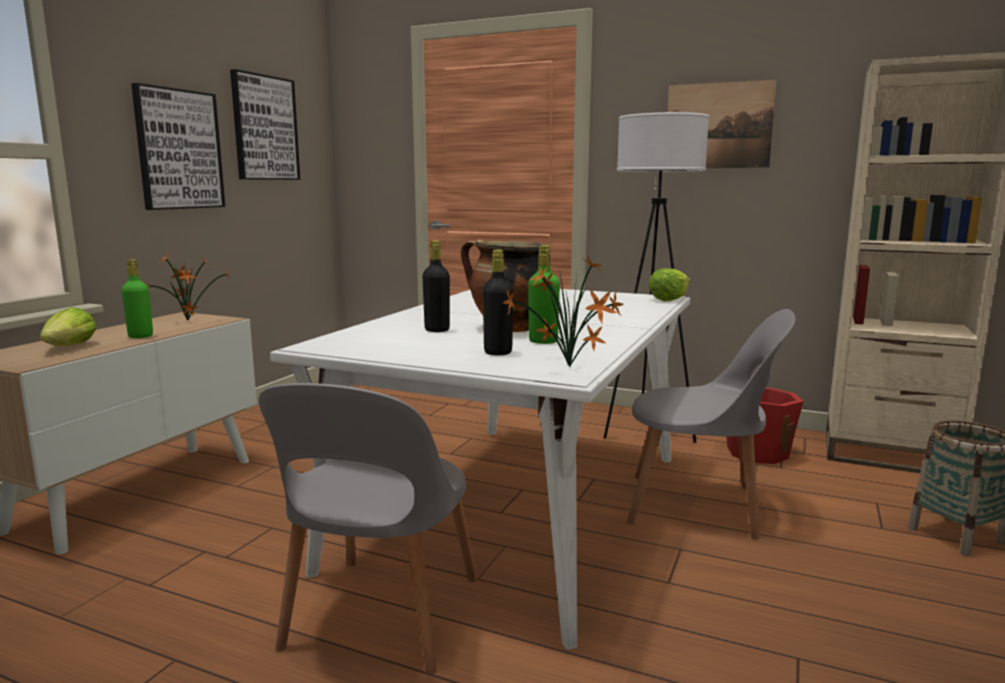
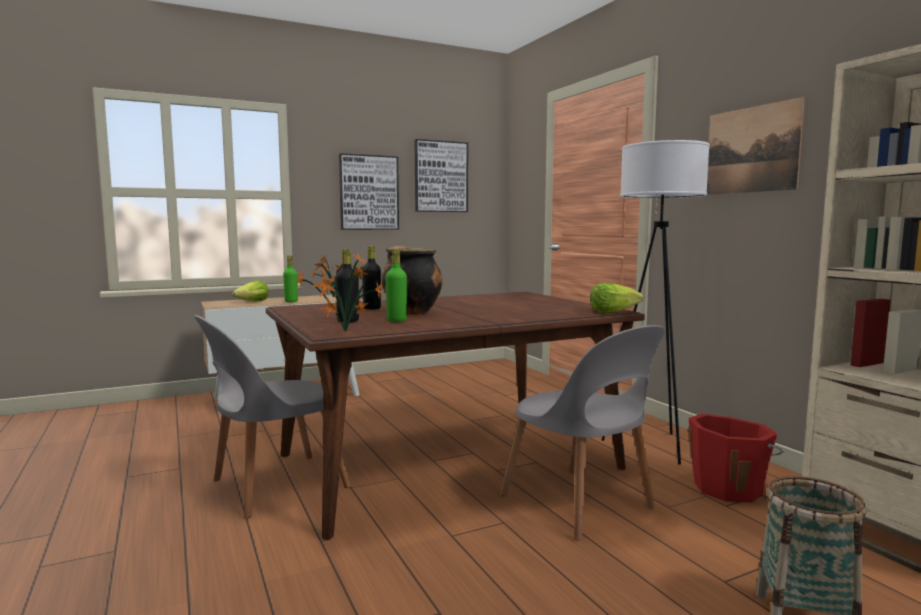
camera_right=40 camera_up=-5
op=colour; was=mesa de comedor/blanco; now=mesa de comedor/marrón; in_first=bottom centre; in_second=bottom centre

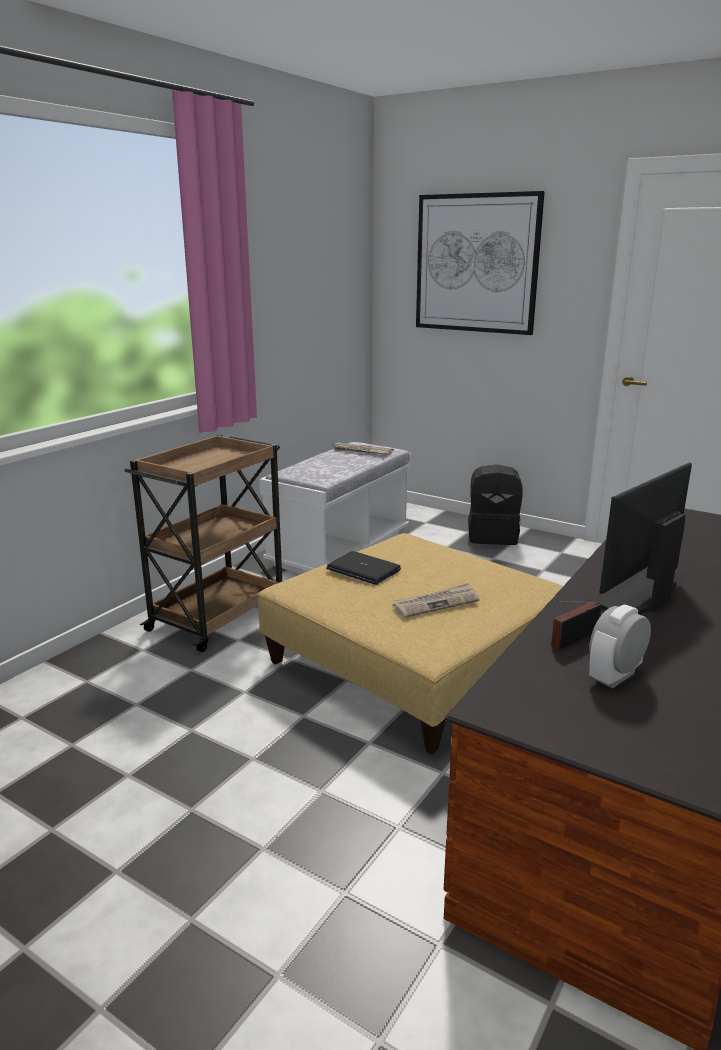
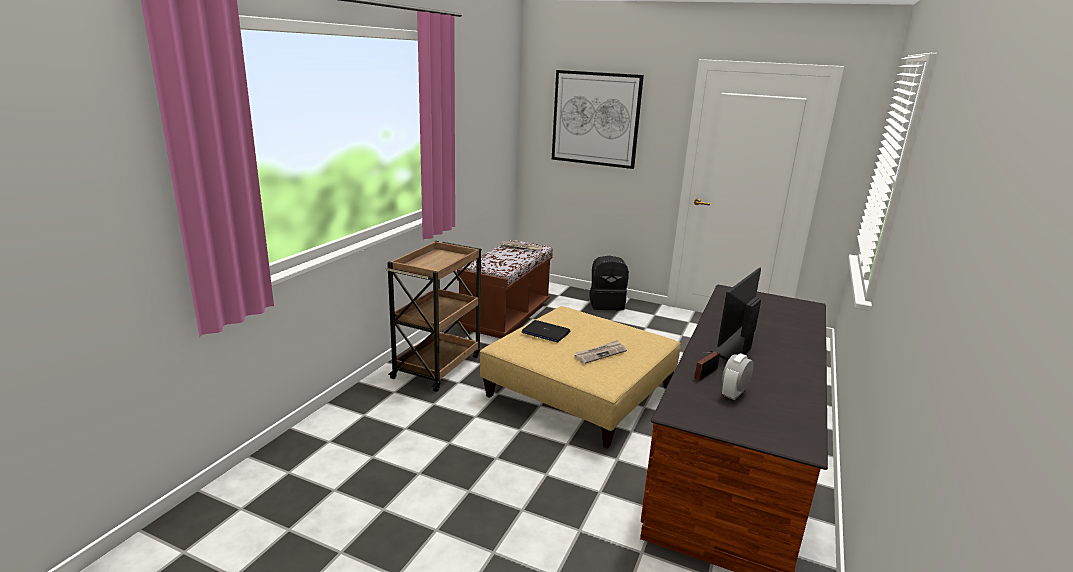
camera_right=-10 camera_up=0
op=colour; was=banco/blanco; now=banco/marrón; in_first=centre; in_second=centre

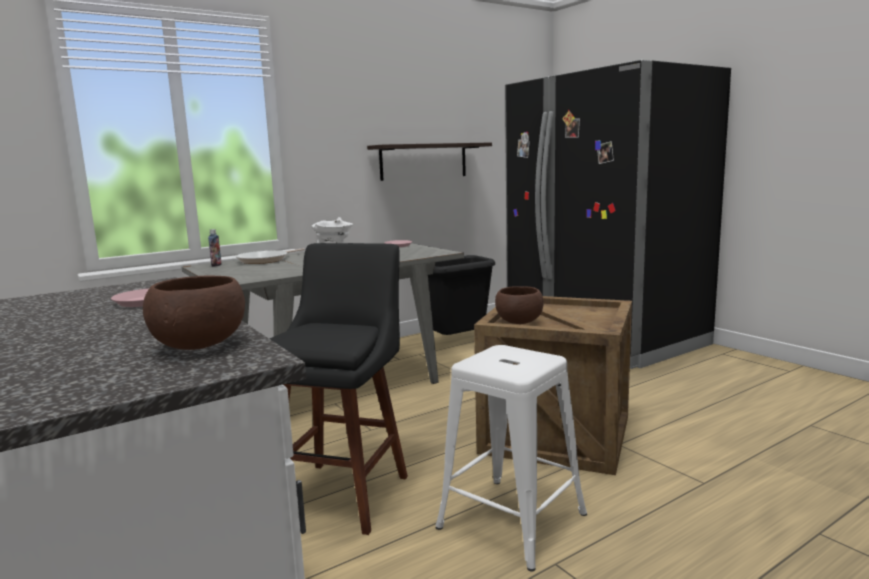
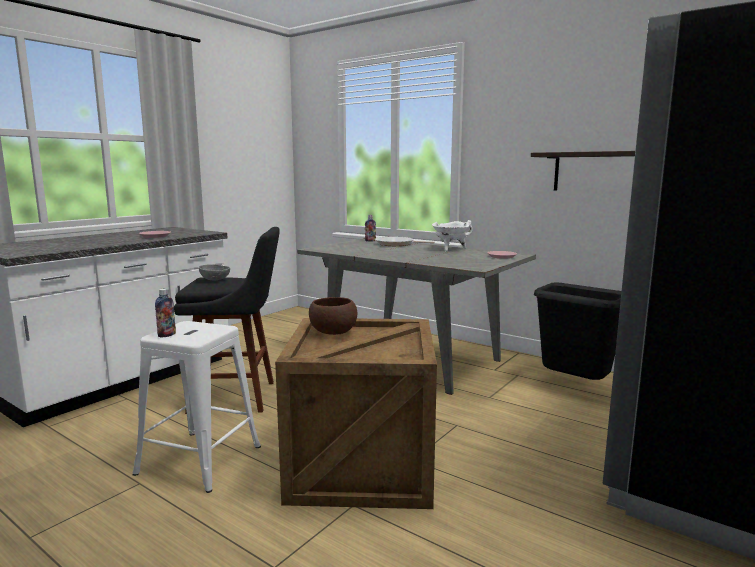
camera_right=70 camera_up=0
op=missing; was=cuenco/marrón (no. 1 from left); in_first=middle left
op=appeared; now=botella (no. 1 from left); in_second=middle left
op=appeared; now=cuenco/gris; in_second=middle left

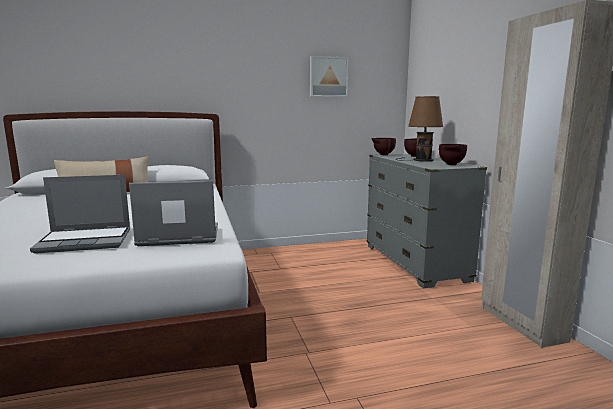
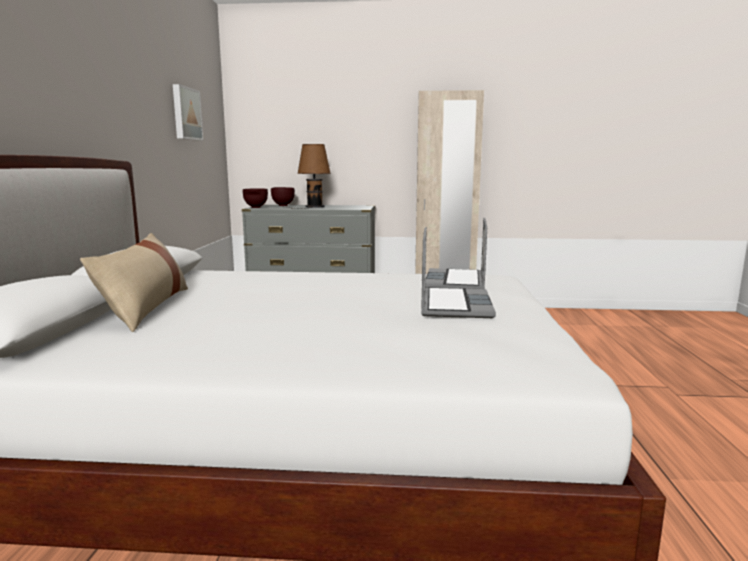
camera_right=-70 camera_up=0
op=missing; was=cuenco/marrón (no. 3 from left); in_first=middle right

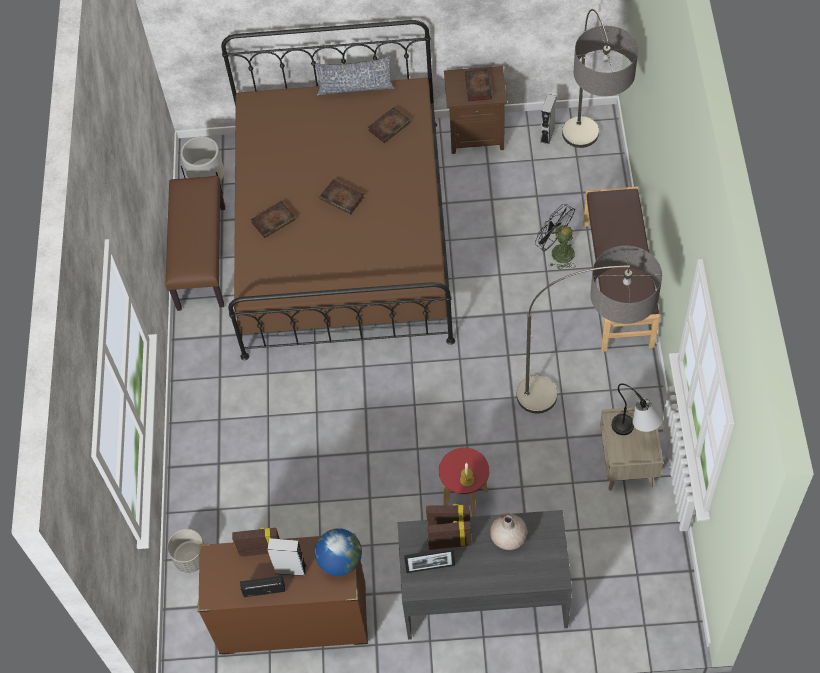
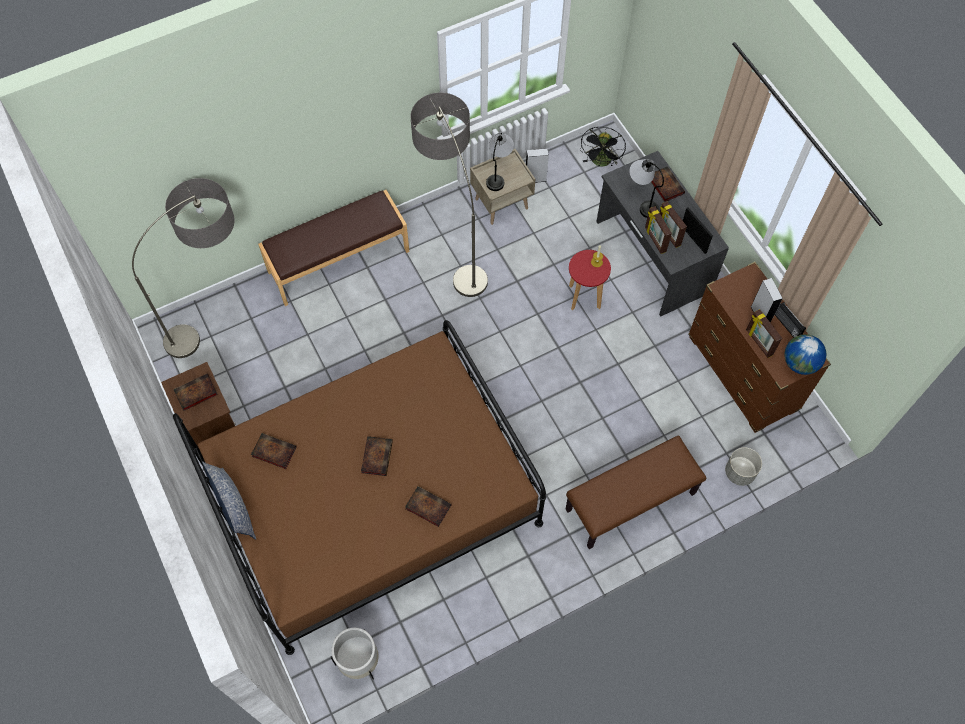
camera_right=-120 camera_up=5
op=relocated; was=banco/marrón (no. 1 from left in the first image); now=banco/marrón (no. 2 from left); in_first=middle left; in_second=bottom centre
op=relocated; was=globo terráqueo; in_first=bottom centre; in_second=middle right
op=exchanged; was=florero/beis; now=lámpara de mesa (no. 2 from left); in_first=bottom centre; in_second=top right
op=relocated; was=ventilador/negro; in_first=middle right; in_second=top centre
op=relocated; was=altavoz/gris (no. 2 from left in the first image); now=altavoz/gris (no. 1 from left); in_first=top right; in_second=top centre
op=appeared; now=libro (no. 5 from left); in_second=top right

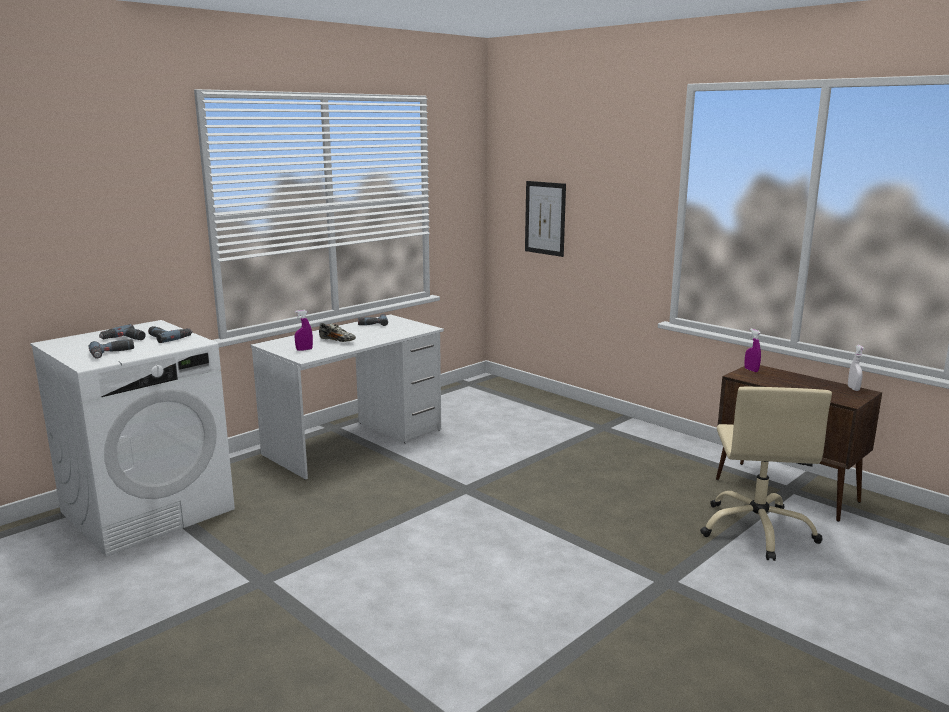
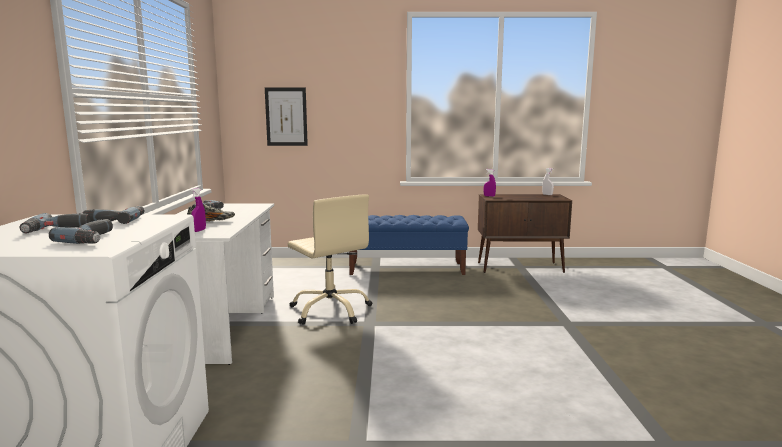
camera_right=-45 camera_up=-5
op=relocated; was=silla de oficina/beis; in_first=middle right; in_second=centre
op=appeared; now=banco/azul; in_second=centre

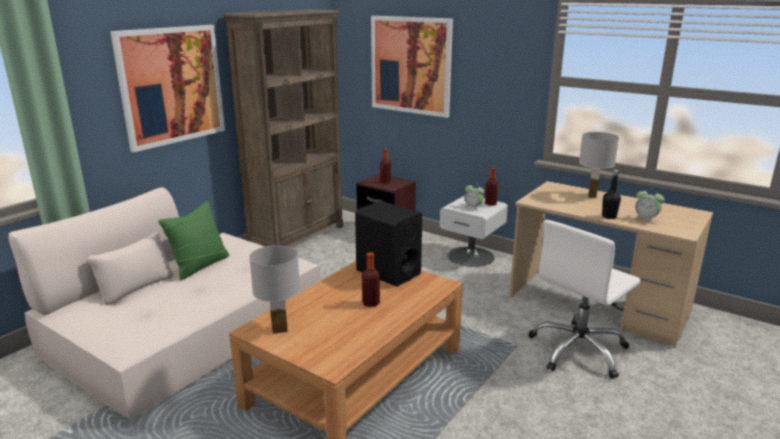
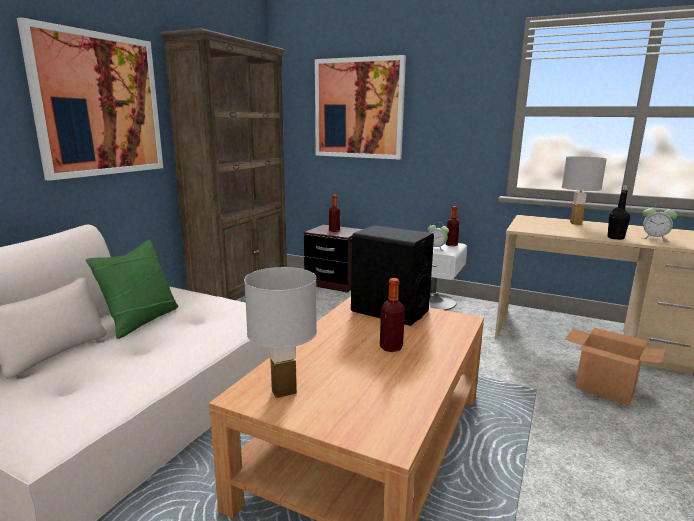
camera_right=-10 camera_up=-5
op=exchanged; was=silla de oficina/blanco; now=caja de cartón; in_first=bottom right; in_second=bottom right

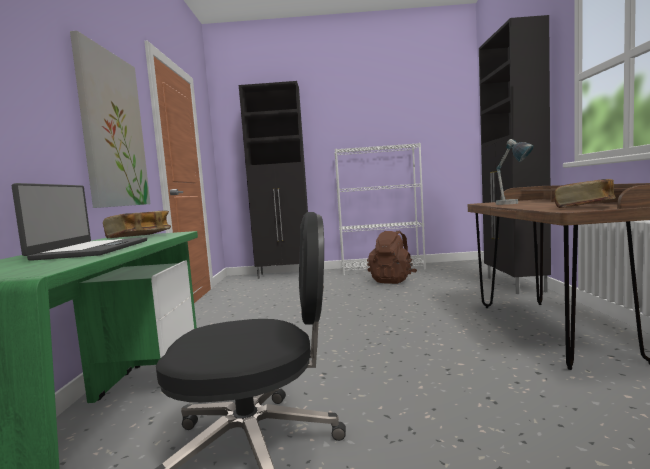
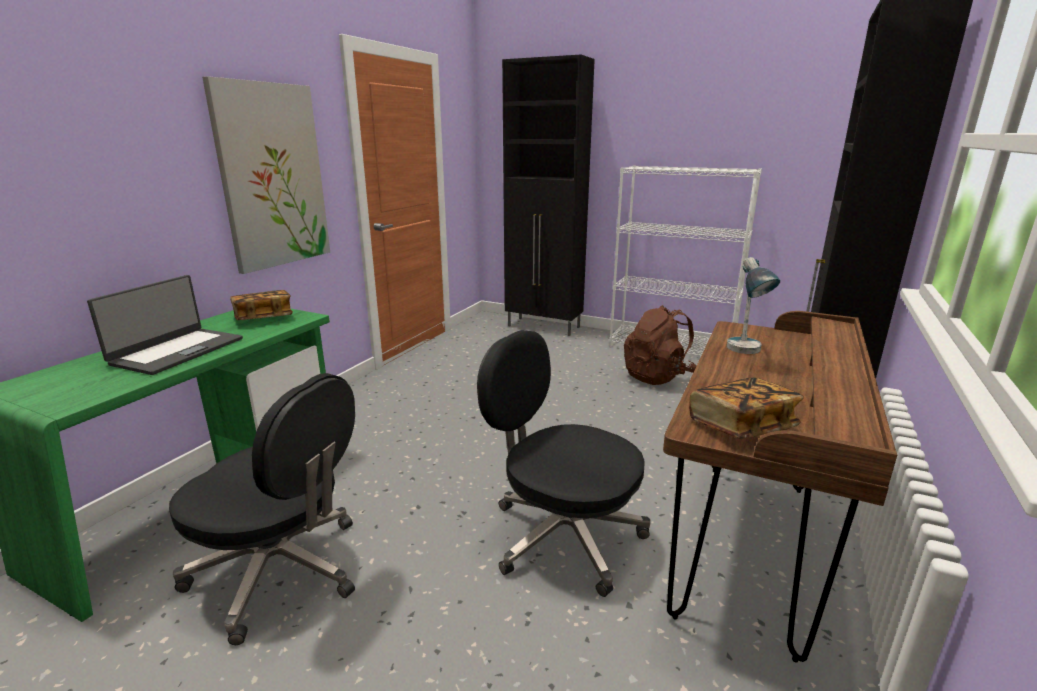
camera_right=25 camera_up=15
op=appeared; now=silla de oficina/negro (no. 2 from left); in_second=bottom centre

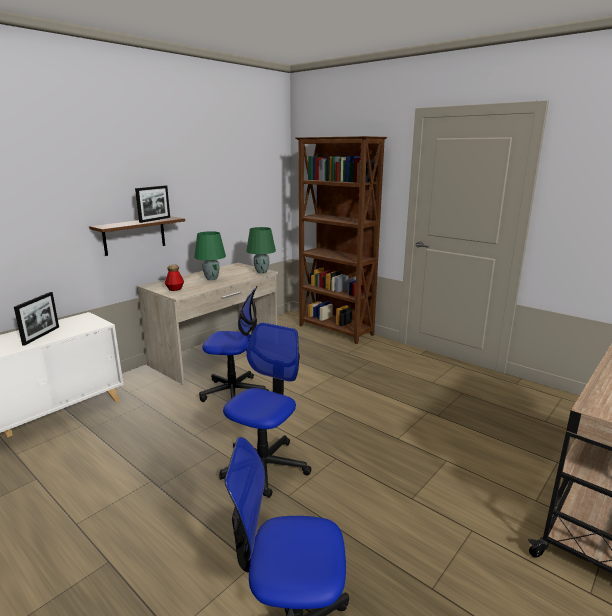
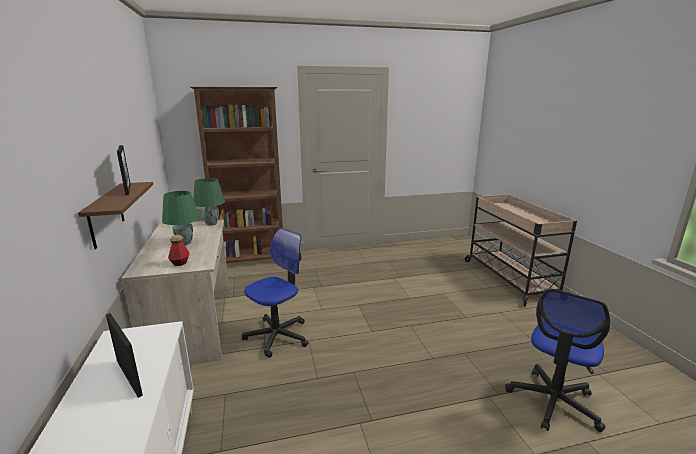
camera_right=-55 camera_up=0
op=missing; was=silla de oficina (no. 2 from left); in_first=centre

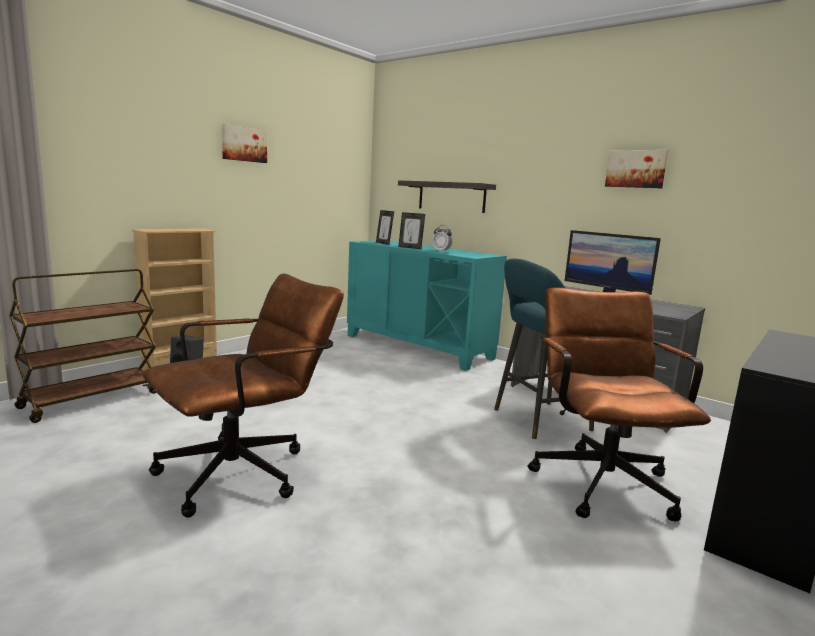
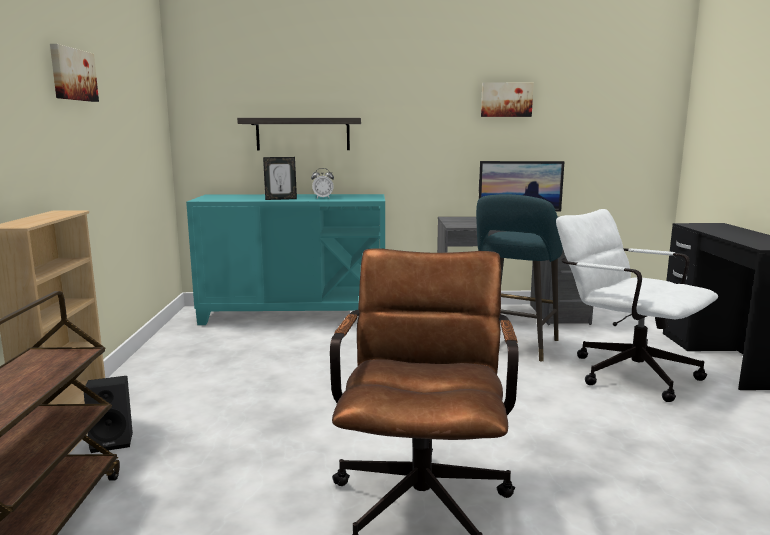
camera_right=-40 camera_up=0
op=missing; was=portarretratos (no. 1 from left); in_first=centre
op=colour; was=silla de oficina/marrón (no. 2 from left); now=silla de oficina/blanco; in_first=middle right; in_second=middle right

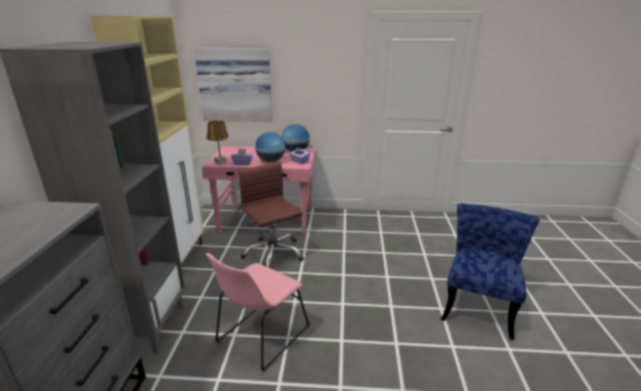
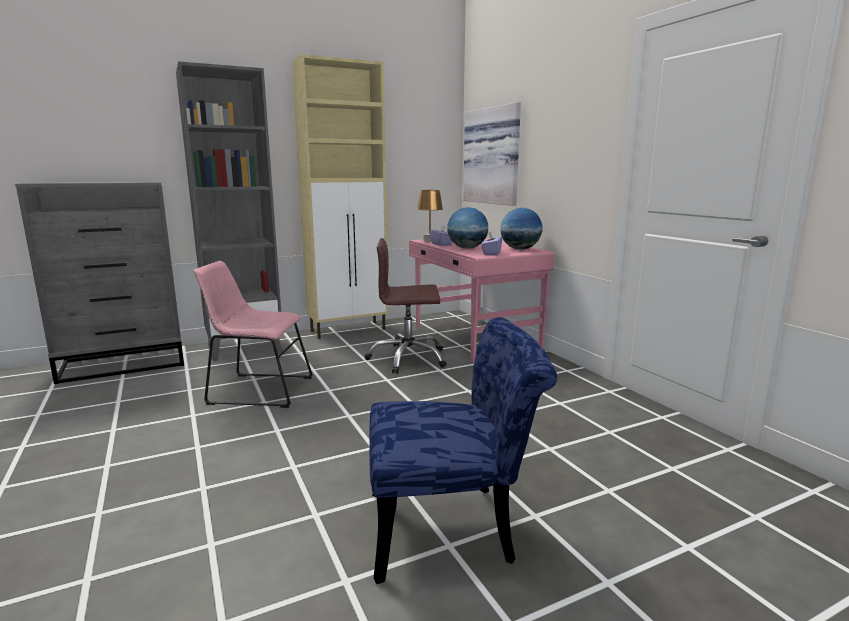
camera_right=60 camera_up=-10
op=spun; was=silla de oficina/marrón; in_first=centre; in_second=centre; clockwise=-120

